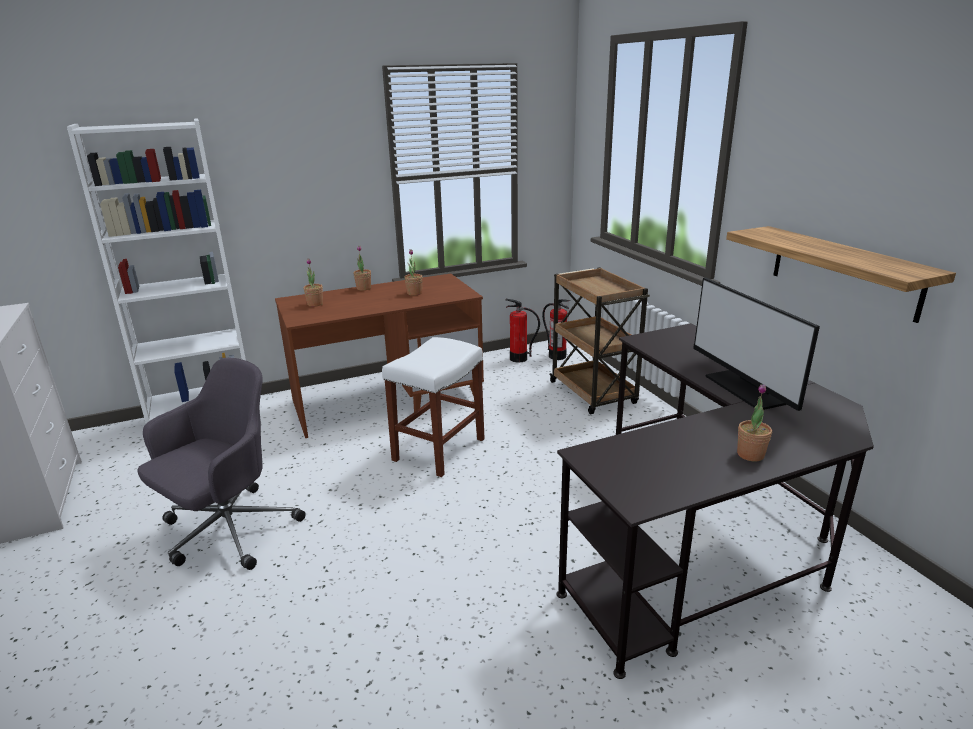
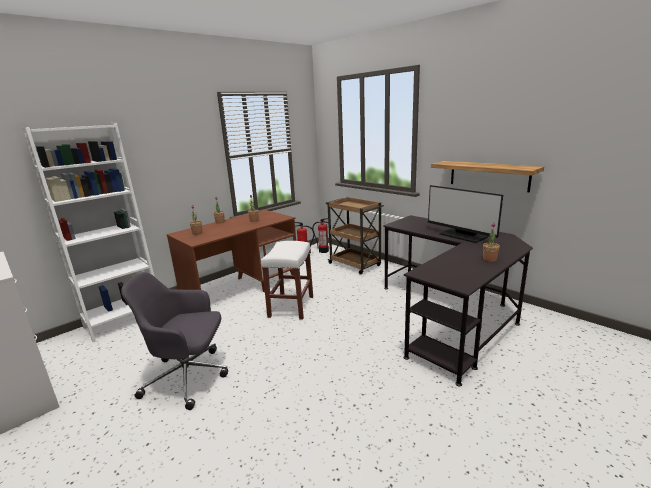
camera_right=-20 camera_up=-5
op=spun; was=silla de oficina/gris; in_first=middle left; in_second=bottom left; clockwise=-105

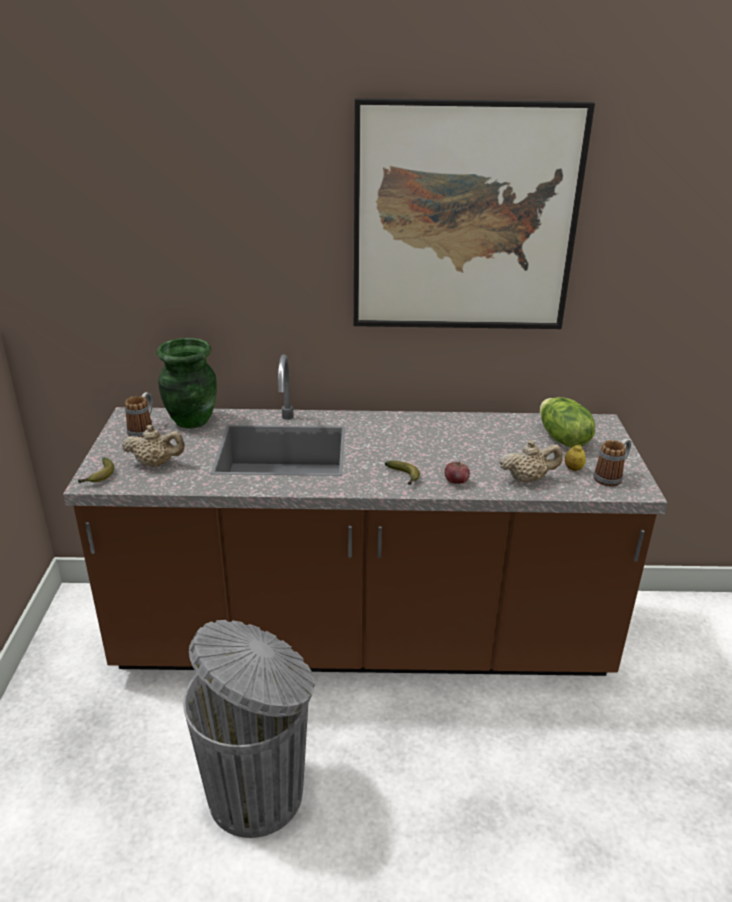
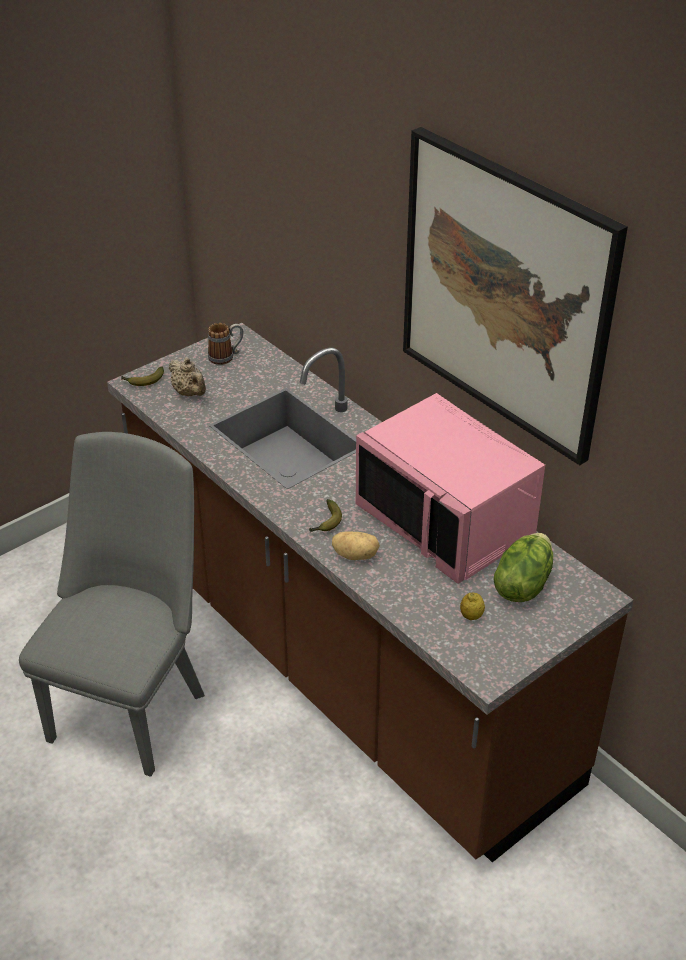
camera_right=50 camera_up=10
op=missing; was=florero/verde; in_first=middle left
op=exchanged; was=papelera/gris; now=silla/gris; in_first=bottom centre; in_second=middle left
op=exchanged; was=manzana; now=patata; in_first=centre; in_second=centre
op=missing; was=tetera/beis (no. 2 from left); in_first=middle right
op=missing; was=taza grande (no. 2 from left); in_first=middle right
op=appeared; now=microondas/rosa; in_second=centre

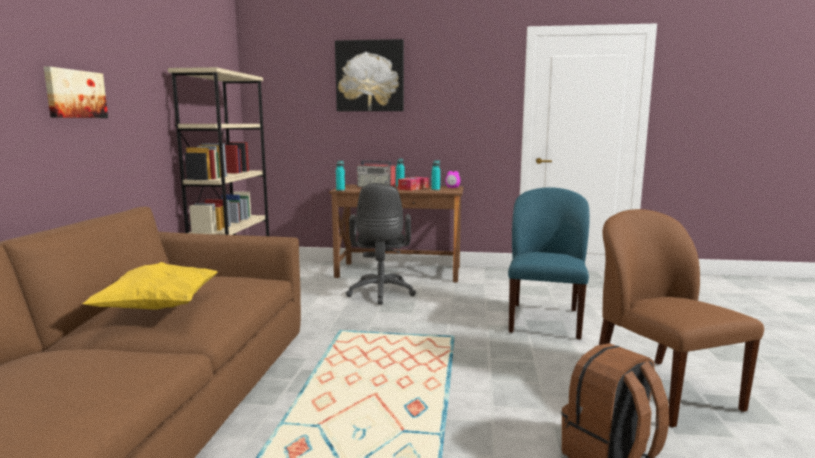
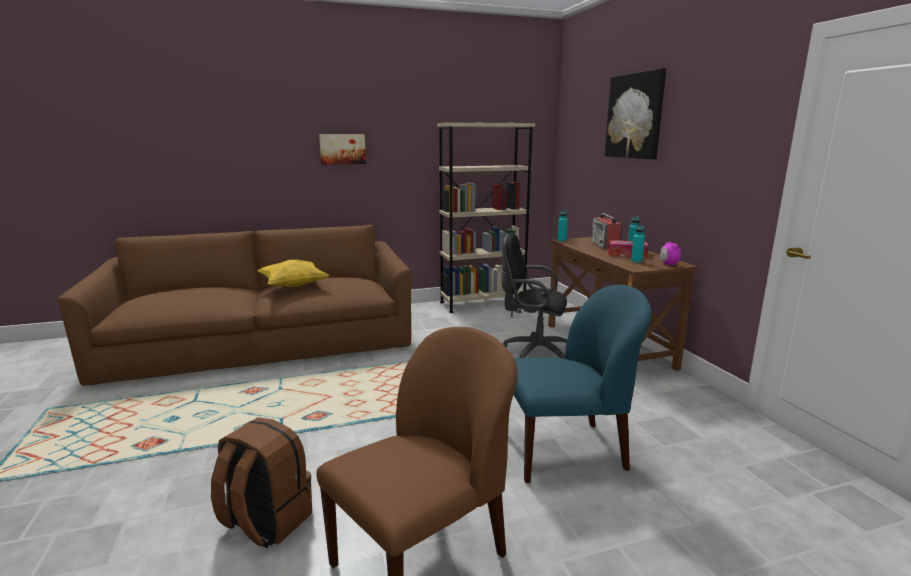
camera_right=65 camera_up=5
op=spun; was=silla de oficina/negro; in_first=centre; in_second=centre; clockwise=45

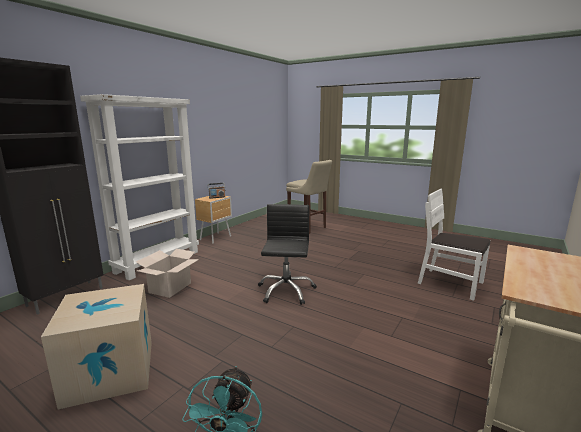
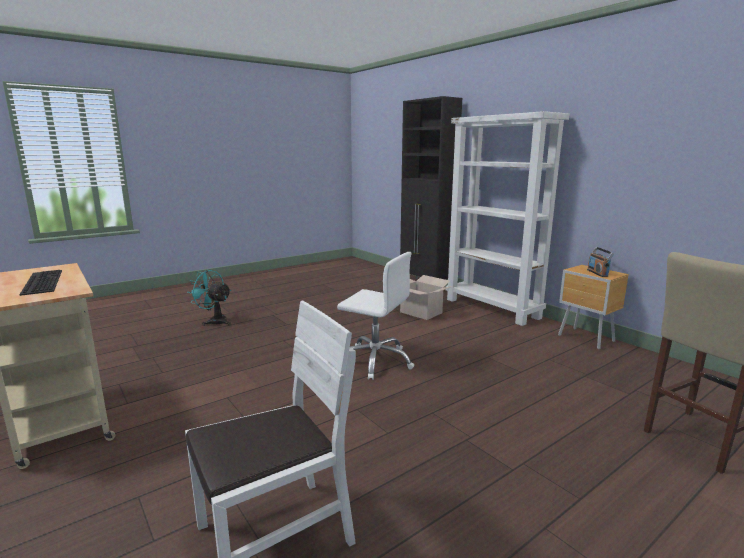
camera_right=110 camera_up=0
op=missing; was=caja de cartón (no. 1 from left); in_first=bottom left
op=colour; was=silla de oficina/negro; now=silla de oficina/blanco; in_first=centre; in_second=centre
op=appeared; now=teclado; in_second=middle left

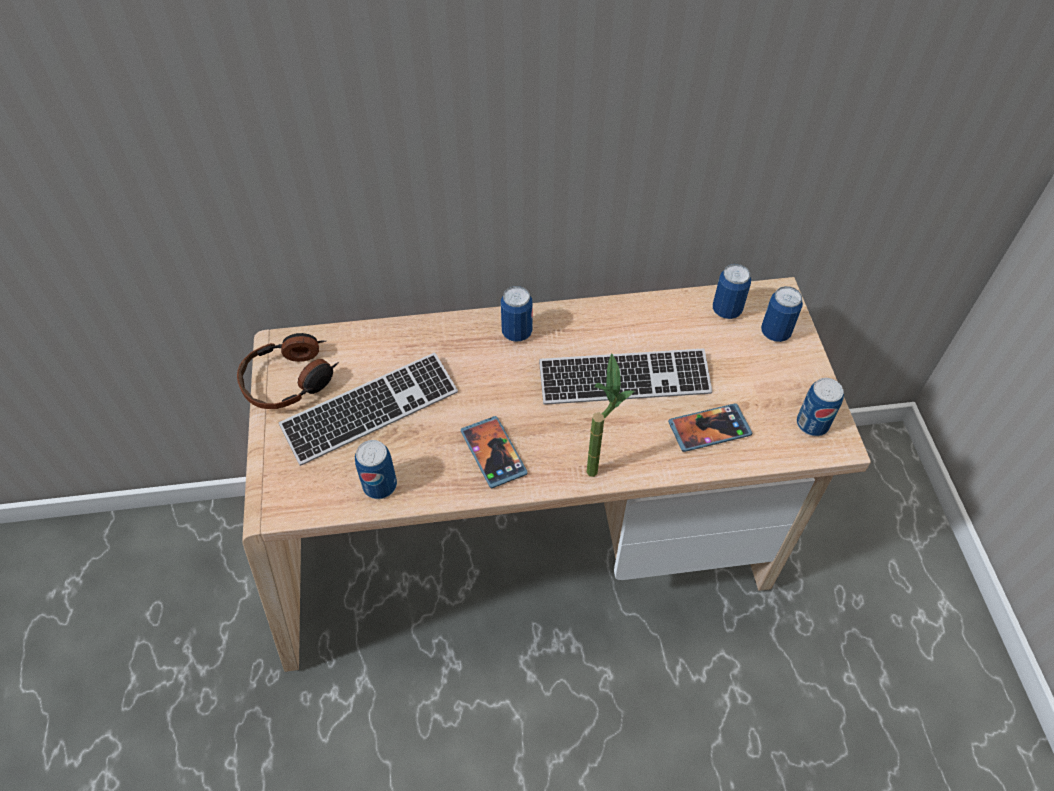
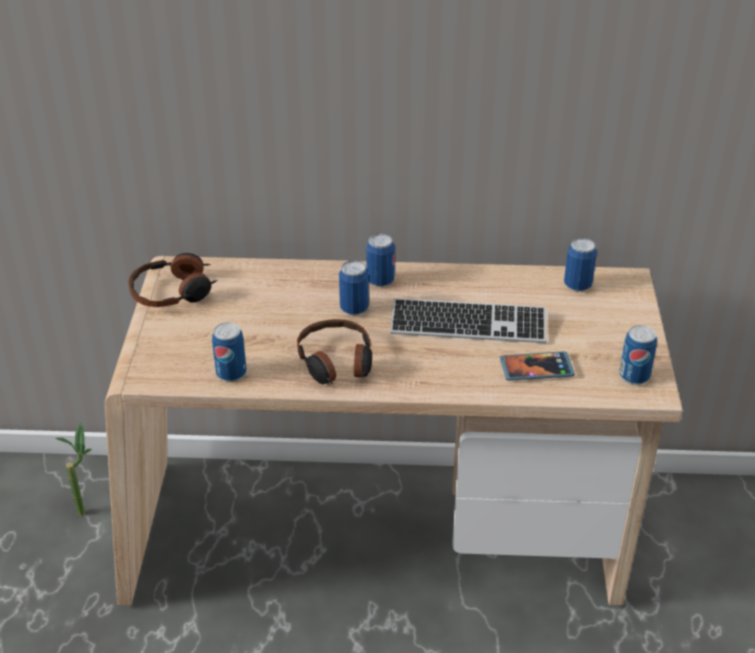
camera_right=10 camera_up=-15
op=missing; was=teclado (no. 1 from left); in_first=centre
op=exchanged; was=móvil (no. 1 from left); now=auriculares (no. 2 from left); in_first=centre; in_second=centre
op=relocated; was=planta en maceta; in_first=centre; in_second=bottom left
op=relocated; was=lata (no. 4 from left in the first image); now=lata (no. 2 from left); in_first=middle right; in_second=centre

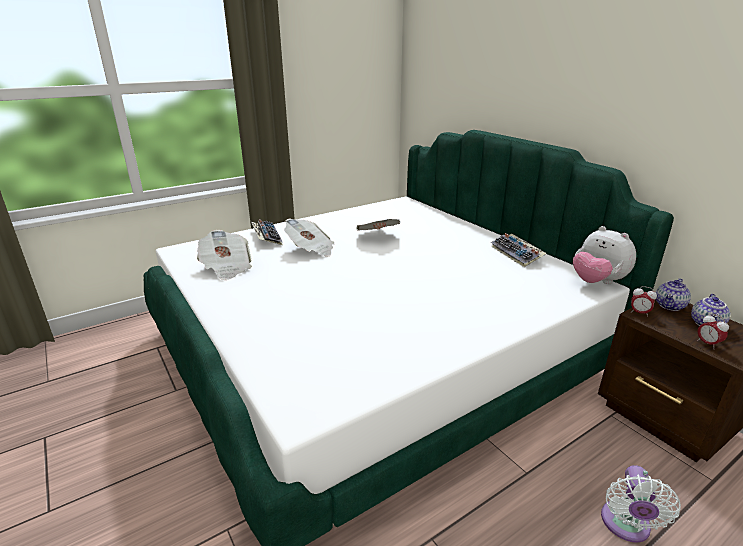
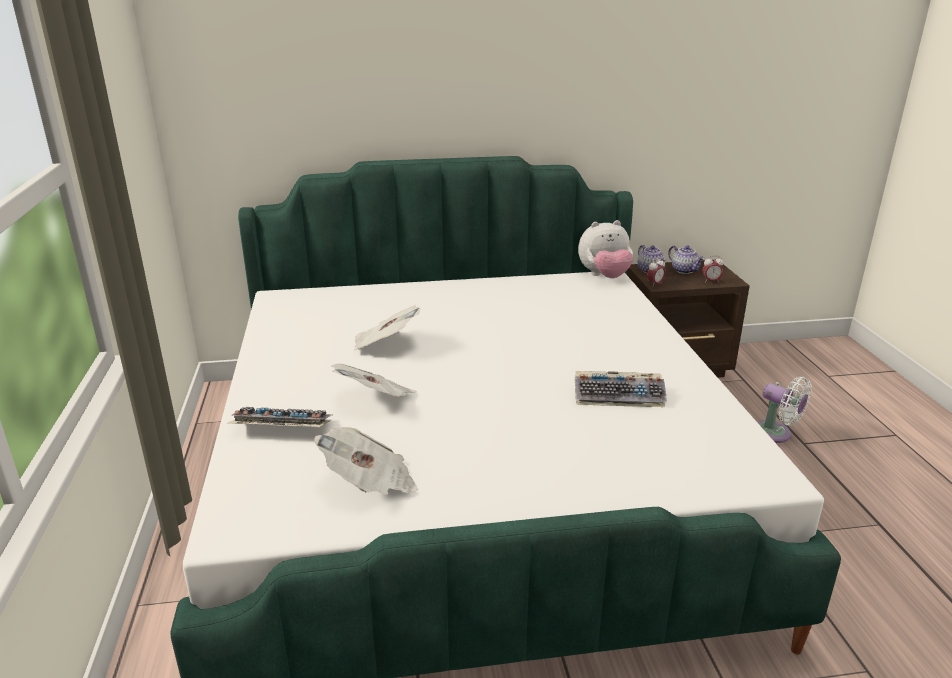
camera_right=-65 camera_up=0
op=relocated; was=teclado (no. 2 from left); in_first=middle right; in_second=centre

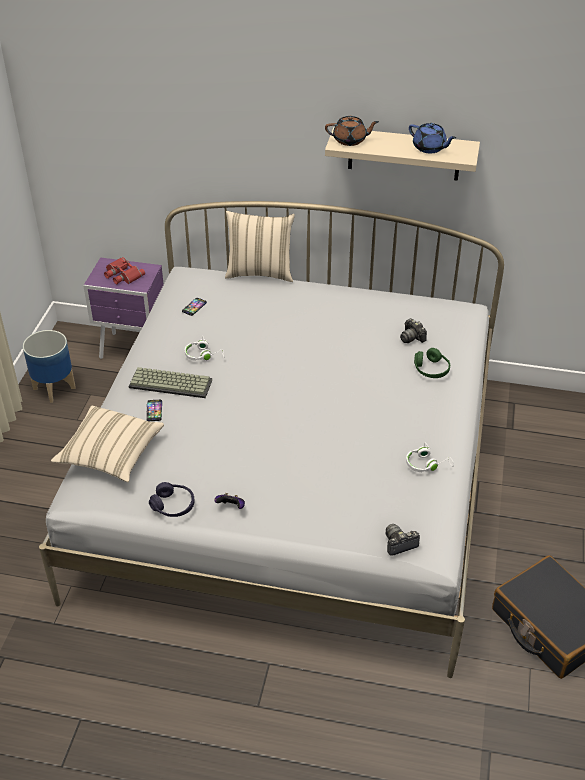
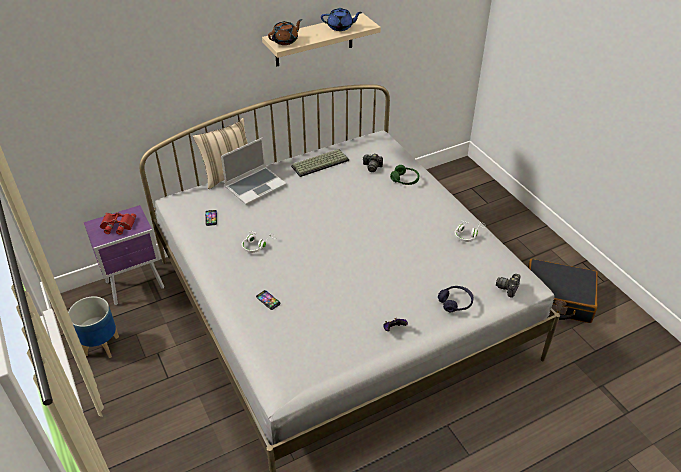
camera_right=-40 camera_up=0
op=missing; was=cojín/beis (no. 1 from left); in_first=middle left
op=relocated; was=teclado; in_first=middle left; in_second=centre
op=relocated; was=auriculares/morado; in_first=middle left; in_second=middle right
op=appeared; now=portátil; in_second=centre

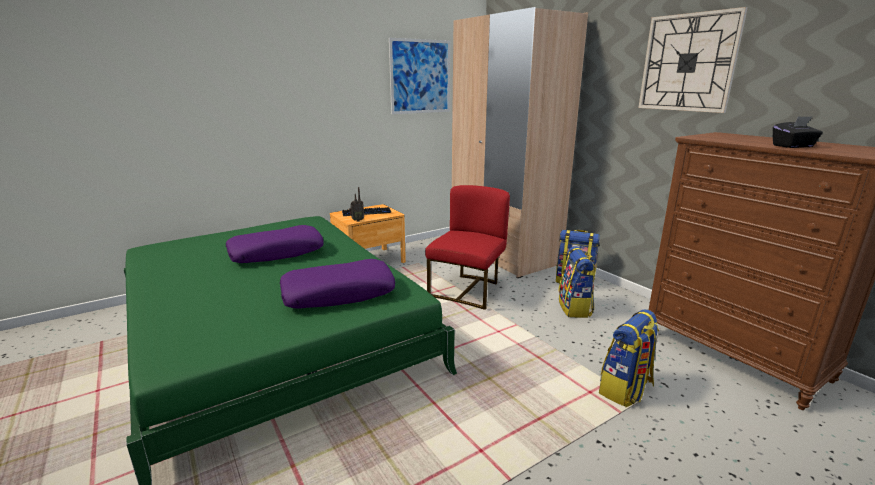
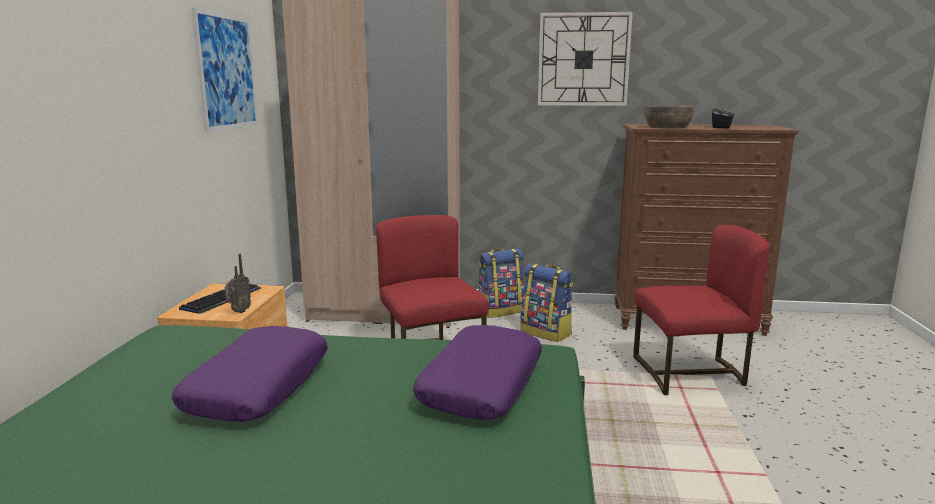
camera_right=-50 camera_up=-5
op=exchanged; was=mochila (no. 3 from left); now=silla/rojo (no. 2 from left); in_first=bottom right; in_second=middle right
op=appeared; now=cuenco/marrón; in_second=top right

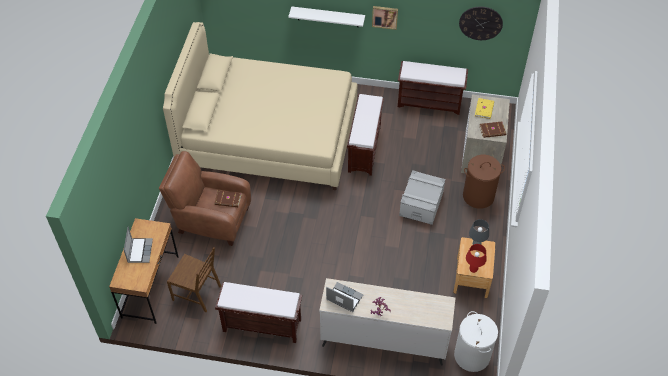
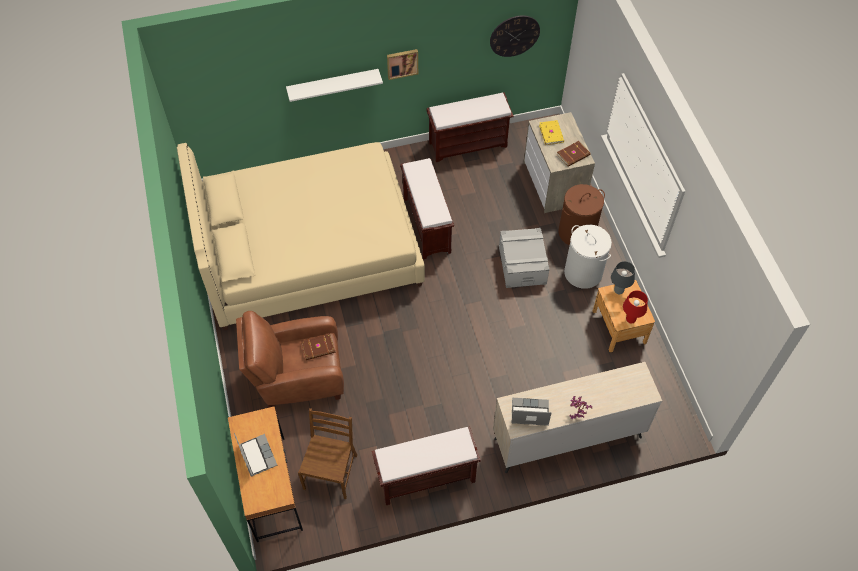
camera_right=-25 camera_up=5
op=spun; was=silla/marrón; in_first=bottom left; in_second=bottom centre; clockwise=-75
op=relocated; was=cesto de la ropa/blanco; in_first=bottom right; in_second=middle right

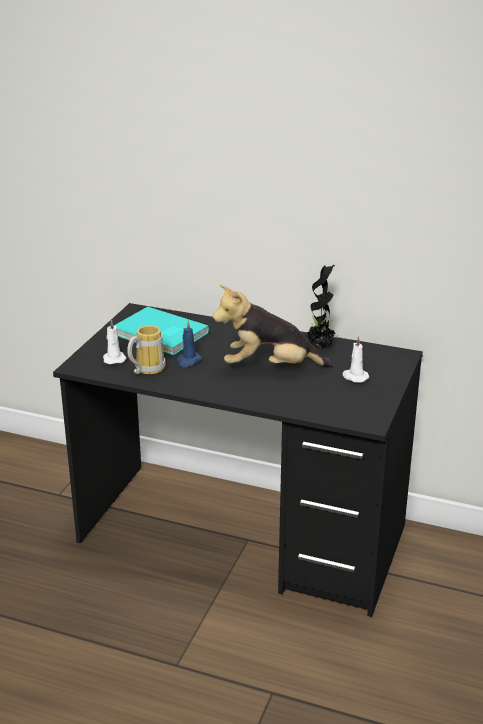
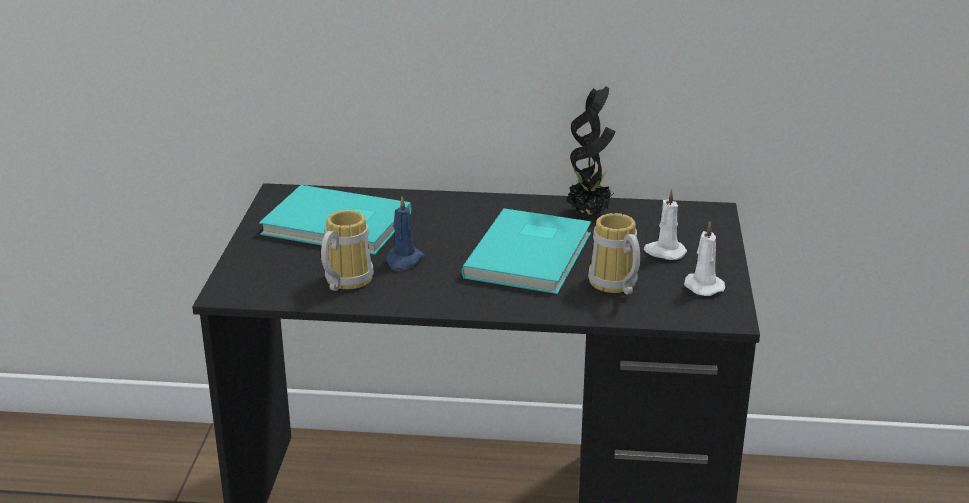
camera_right=-15 camera_up=0
op=relocated; was=vela/blanco (no. 1 from left in the first image); now=vela/blanco (no. 2 from left); in_first=middle left; in_second=middle right
op=exchanged; was=peluche; now=libro/turquesa (no. 2 from left); in_first=centre; in_second=centre
op=appeared; now=taza grande (no. 2 from left); in_second=centre

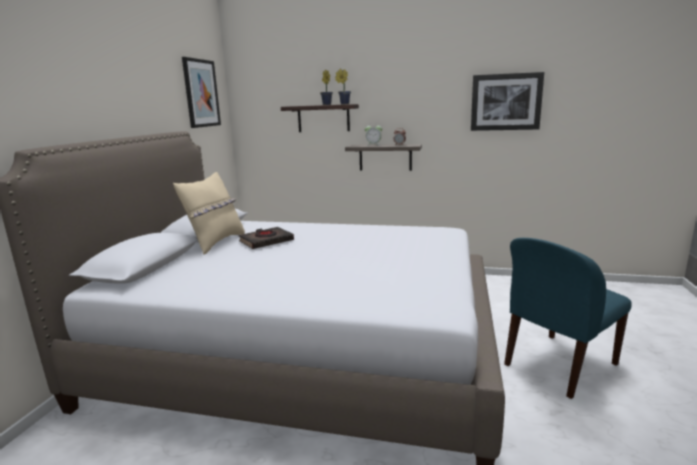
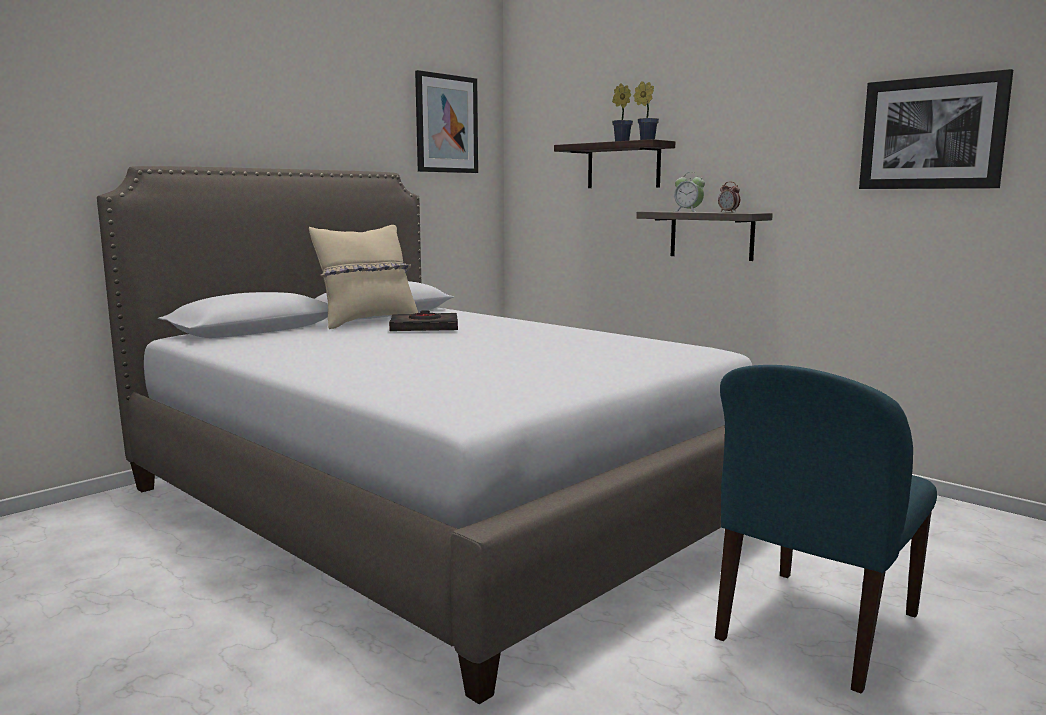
camera_right=30 camera_up=-5
op=spun; was=silla/azul; in_first=bottom right; in_second=bottom right; clockwise=-45

